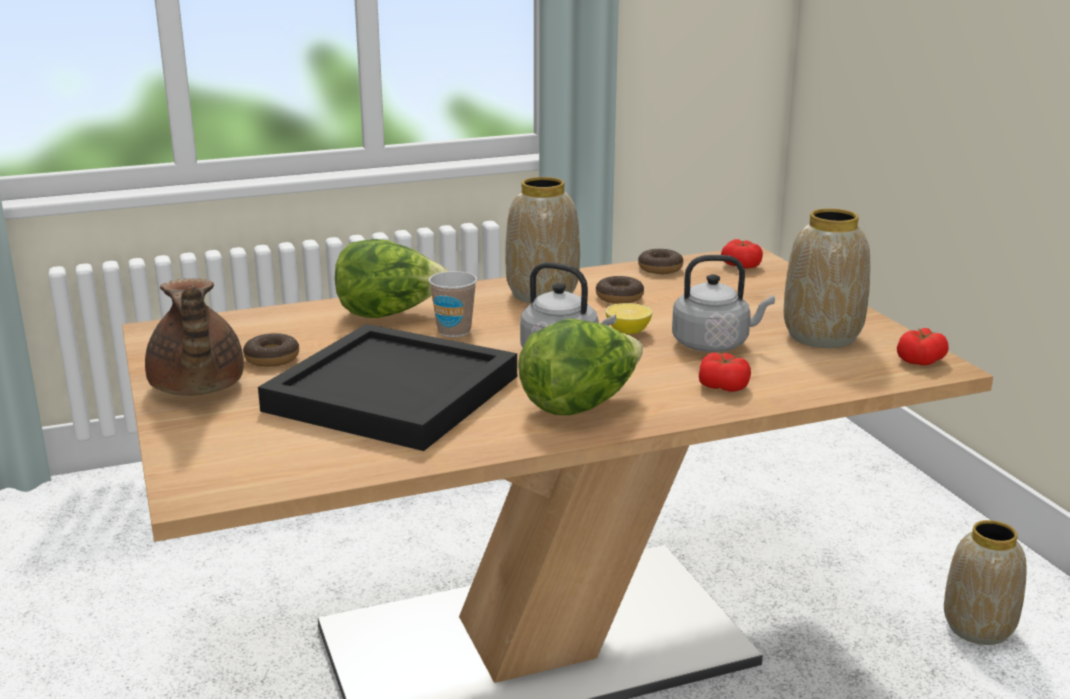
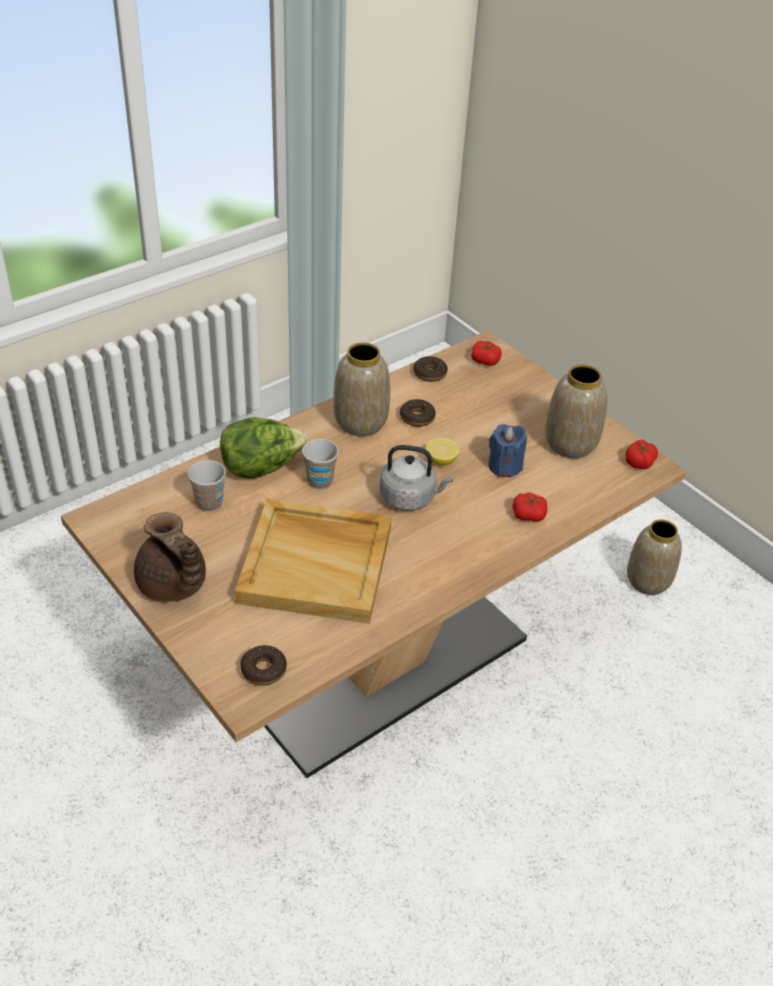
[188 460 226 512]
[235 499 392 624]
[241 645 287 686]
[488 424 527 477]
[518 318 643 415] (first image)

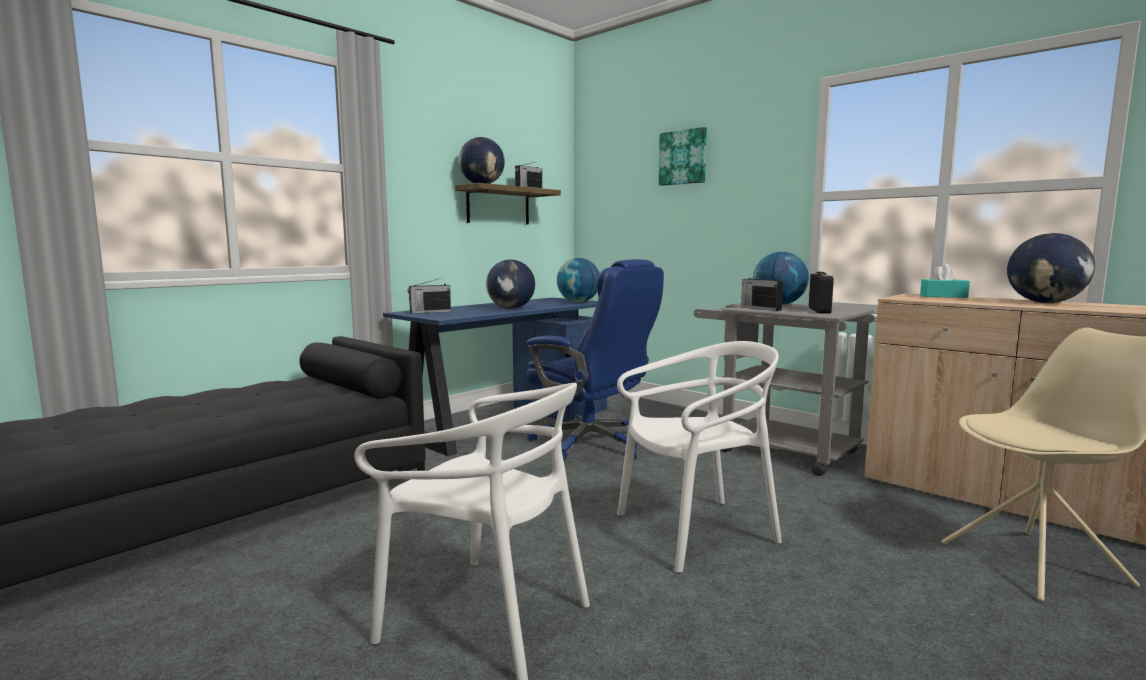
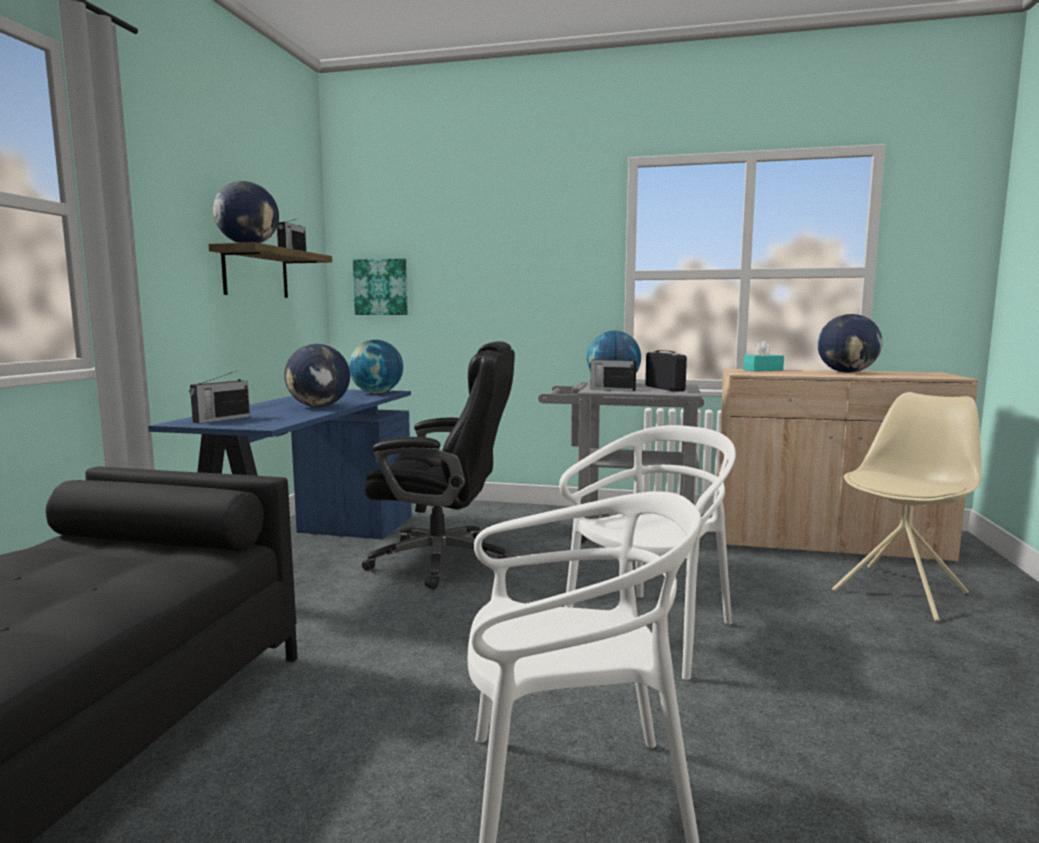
[353 259 408 315]
[362 341 515 590]

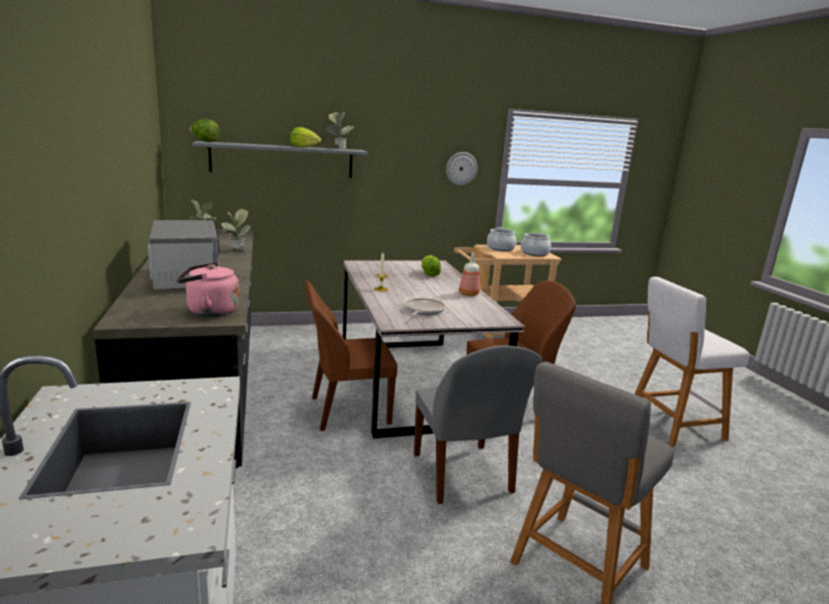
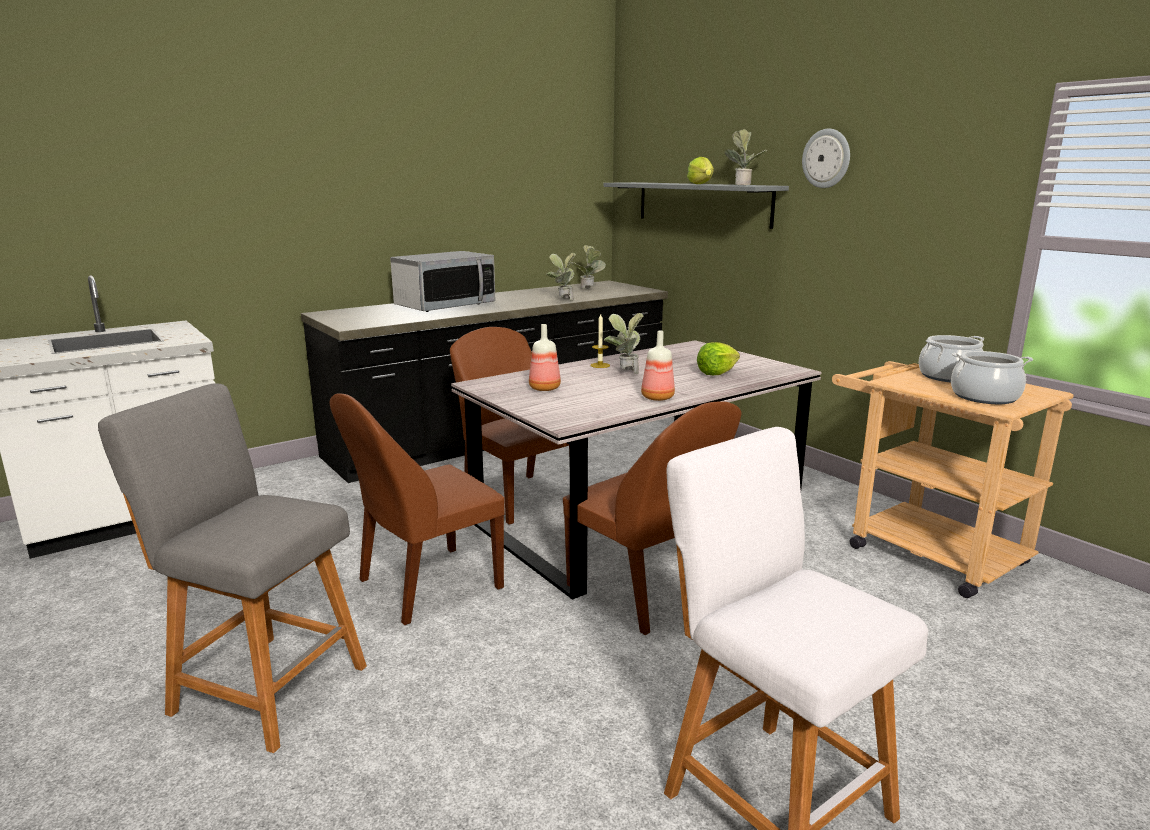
[330 393 505 625]
[529 324 561 391]
[603 313 644 374]
[802 129 850 188]
[177 262 239 317] (first image)
[189 119 220 142] (first image)

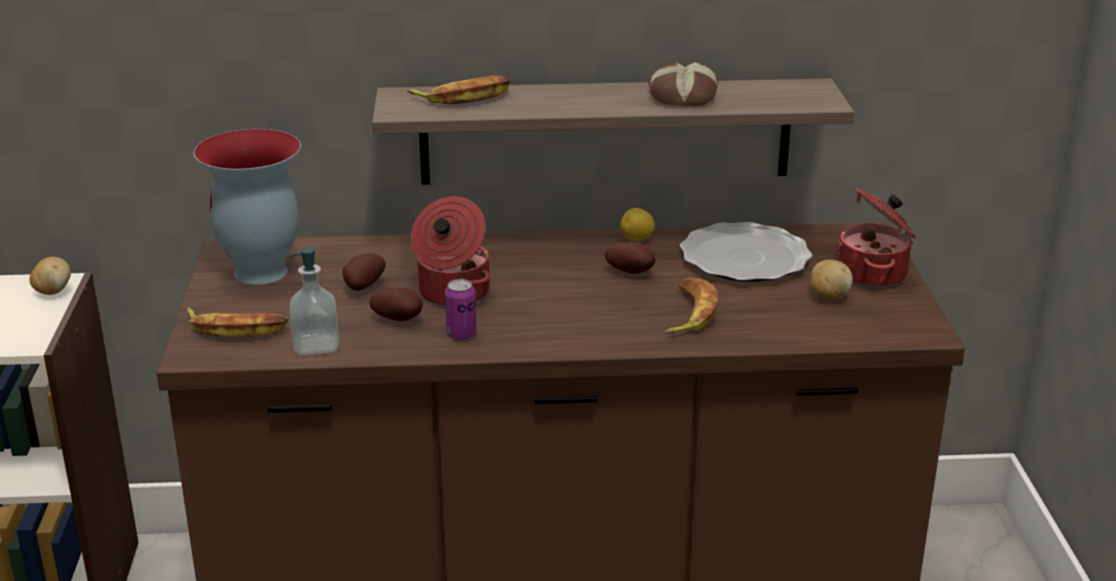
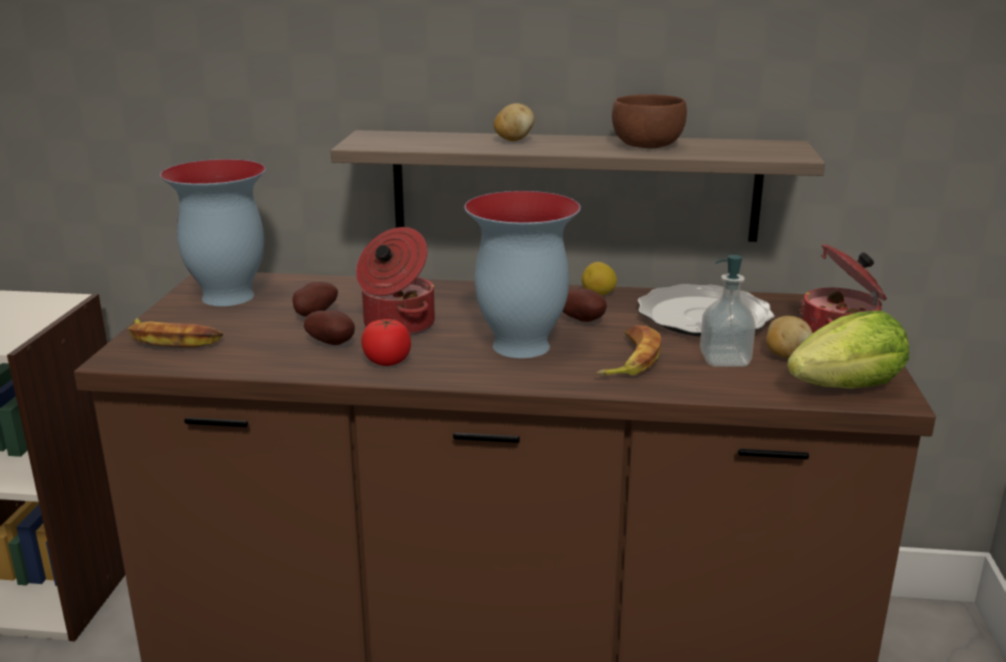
[361 319 411 366]
[464 191 581 358]
[494 103 535 141]
[612 94 687 148]
[700 255 756 367]
[787 310 909 389]
[407 75 510 104] (first image)

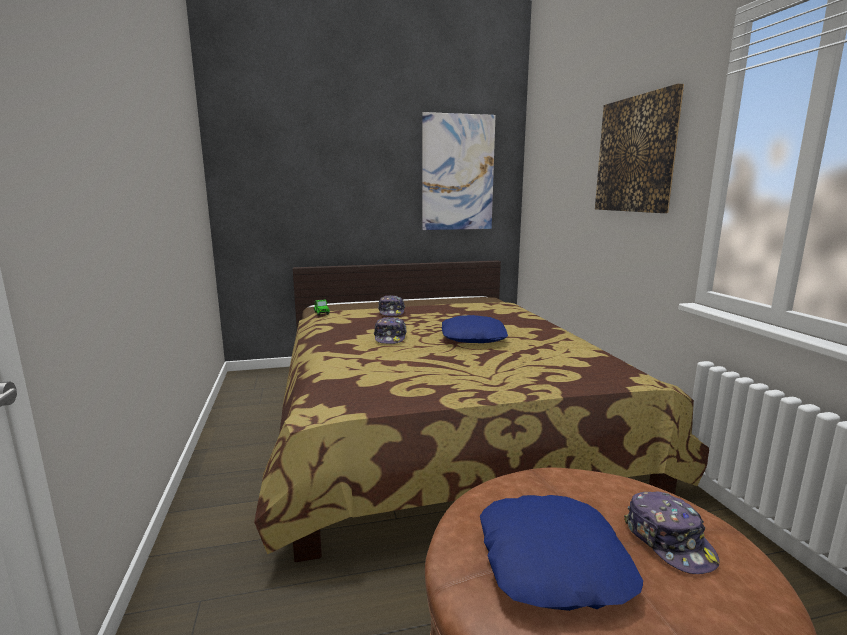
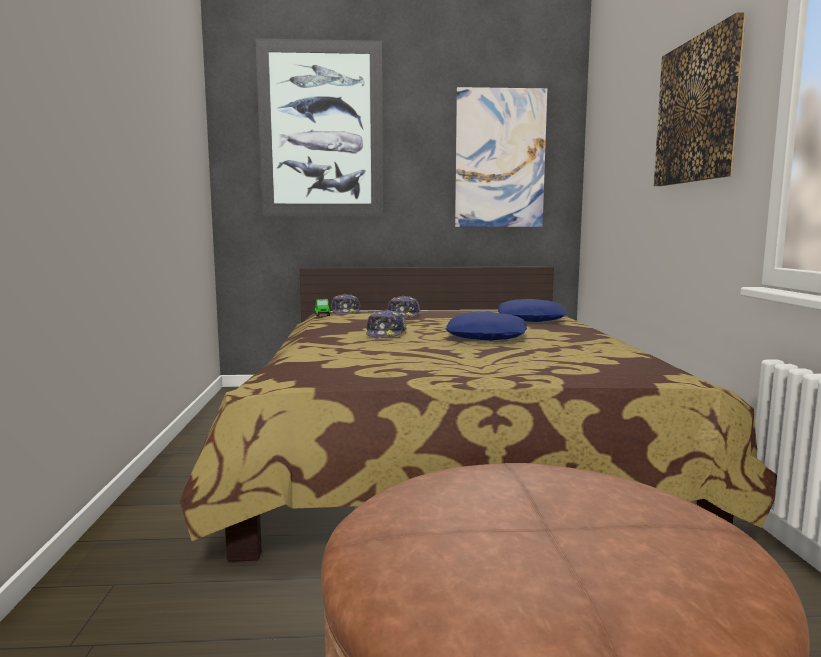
[255 38 383 216]
[331 294 361 314]
[498 299 566 322]

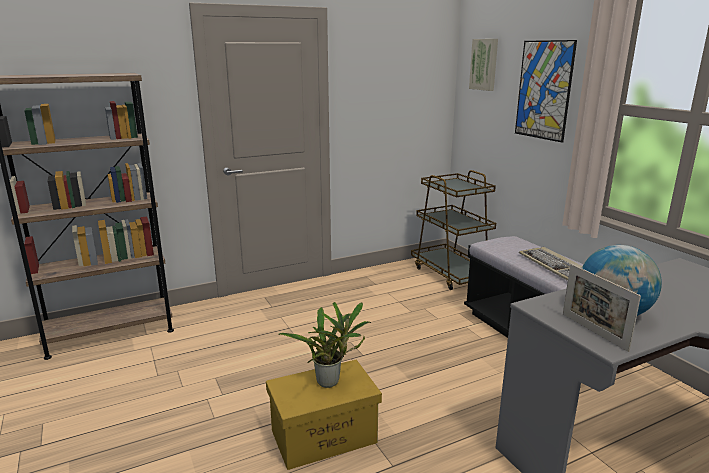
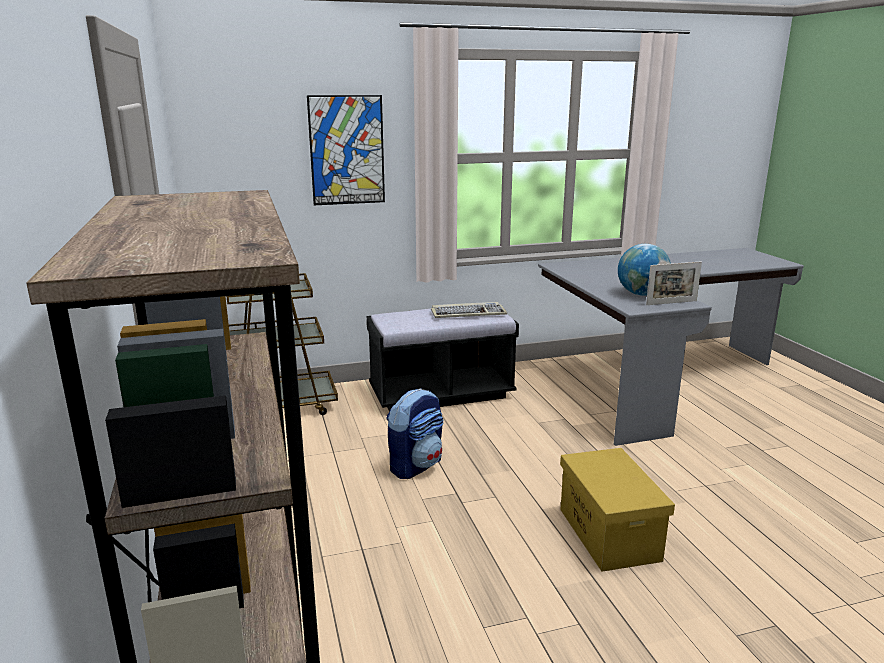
[386 388 444 479]
[278 302 371 388] (first image)
[469 39 498 91] (first image)

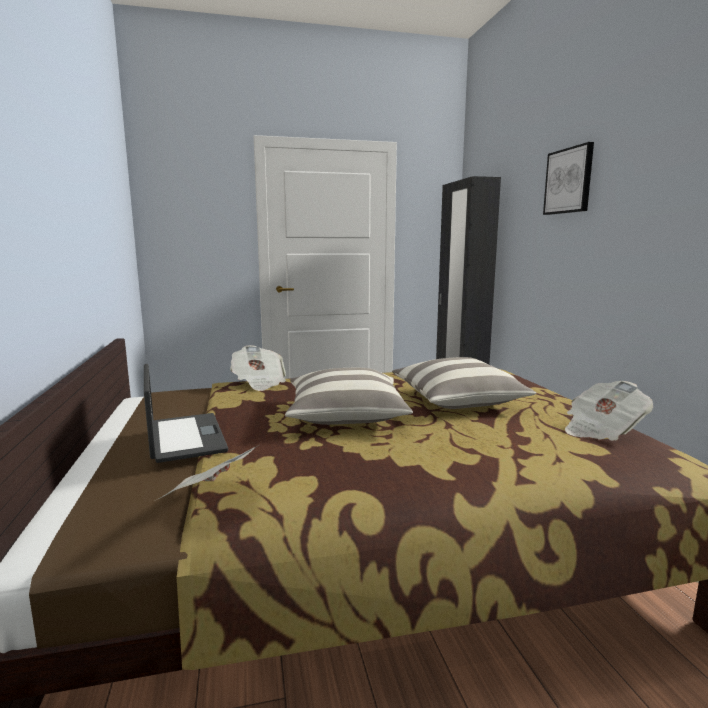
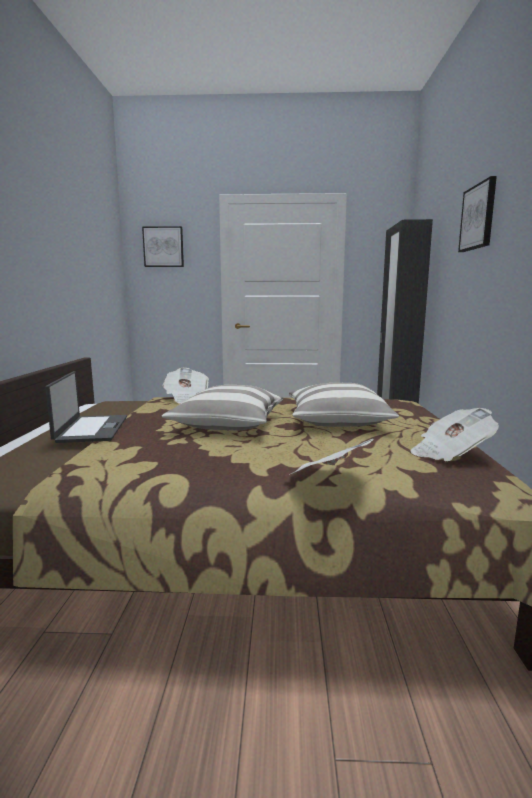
[142 226 184 267]
[289 438 375 475]

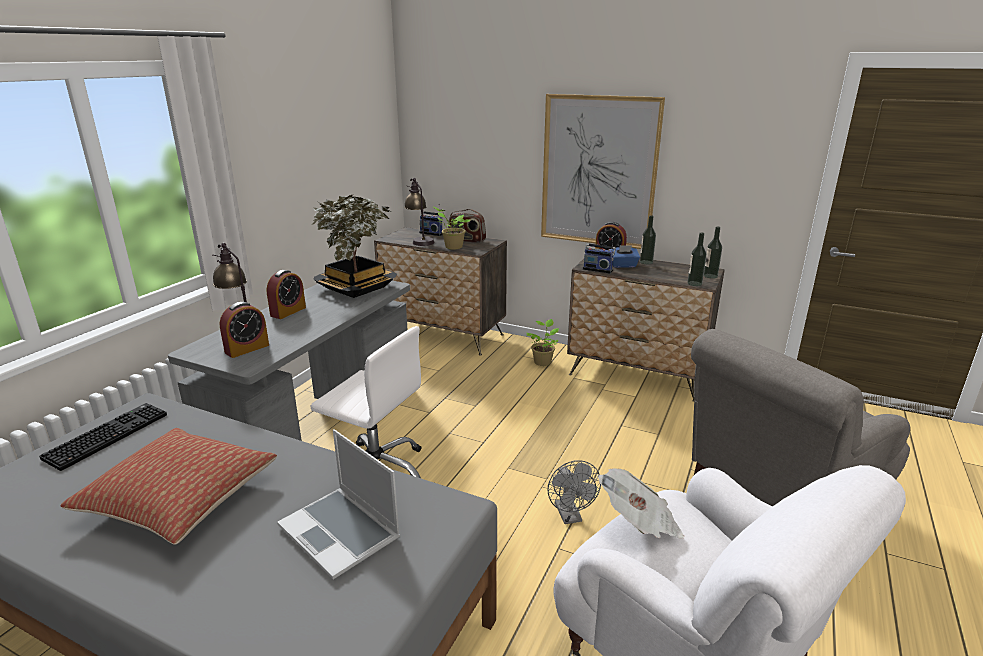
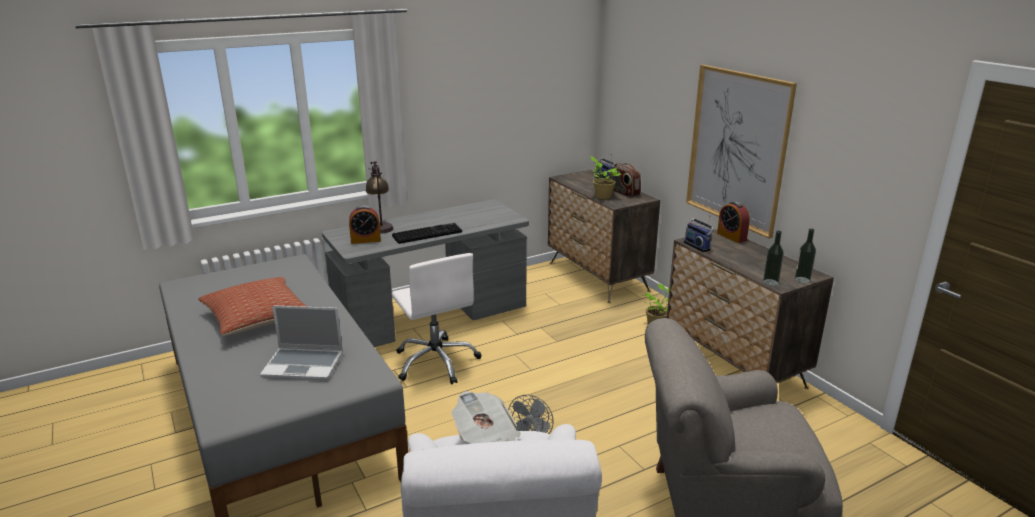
[260 305 343 381]
[392 223 462 244]
[266 270 306 319] (first image)
[312 195 397 298] (first image)
[404 178 435 246] (first image)
[609 245 640 268] (first image)
[640 215 656 264] (first image)

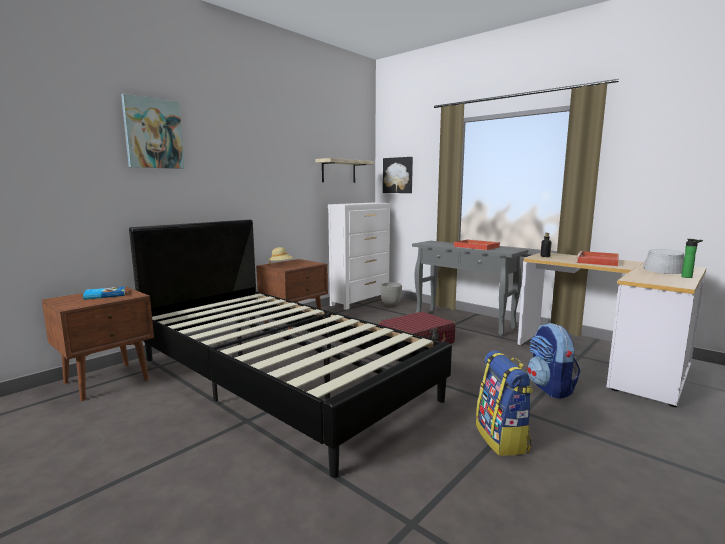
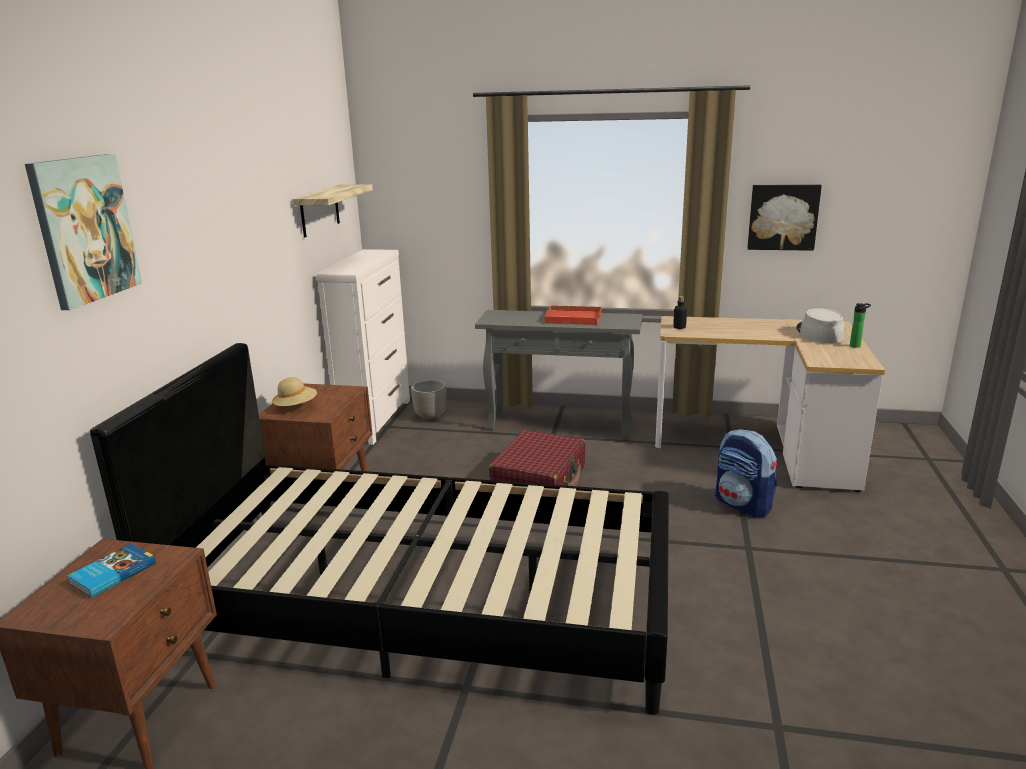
[747 184 822 251]
[476 350 533 456] (first image)
[576 251 619 266] (first image)

